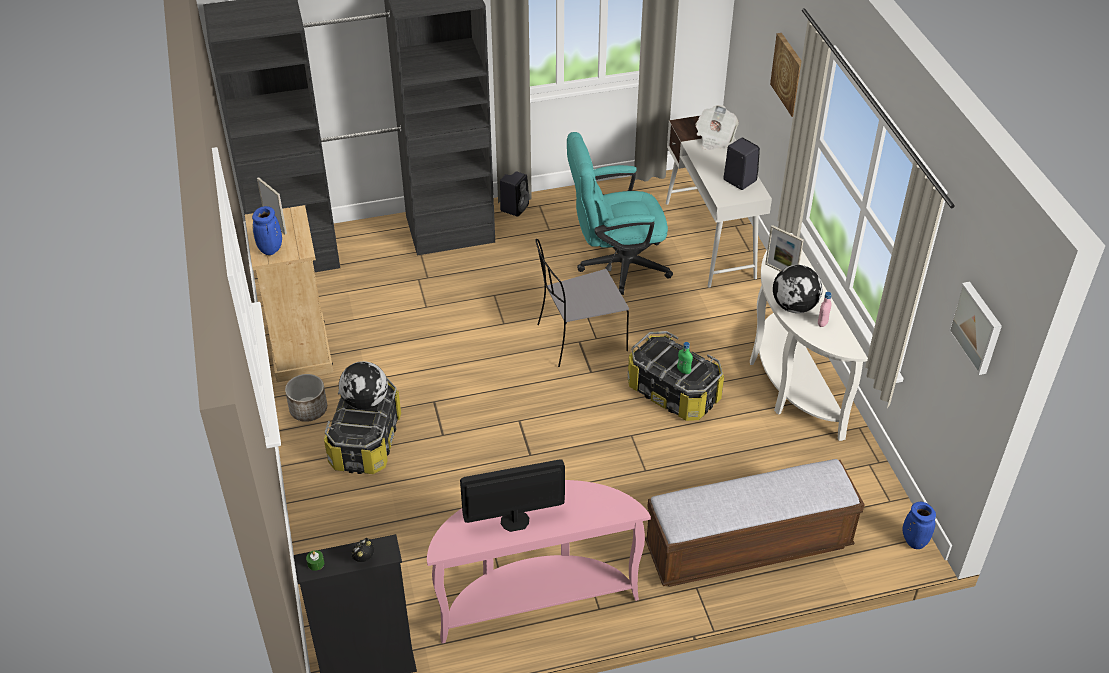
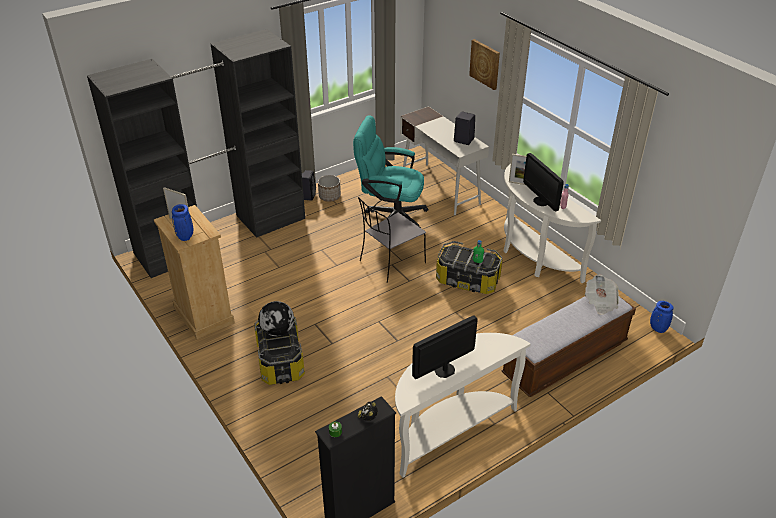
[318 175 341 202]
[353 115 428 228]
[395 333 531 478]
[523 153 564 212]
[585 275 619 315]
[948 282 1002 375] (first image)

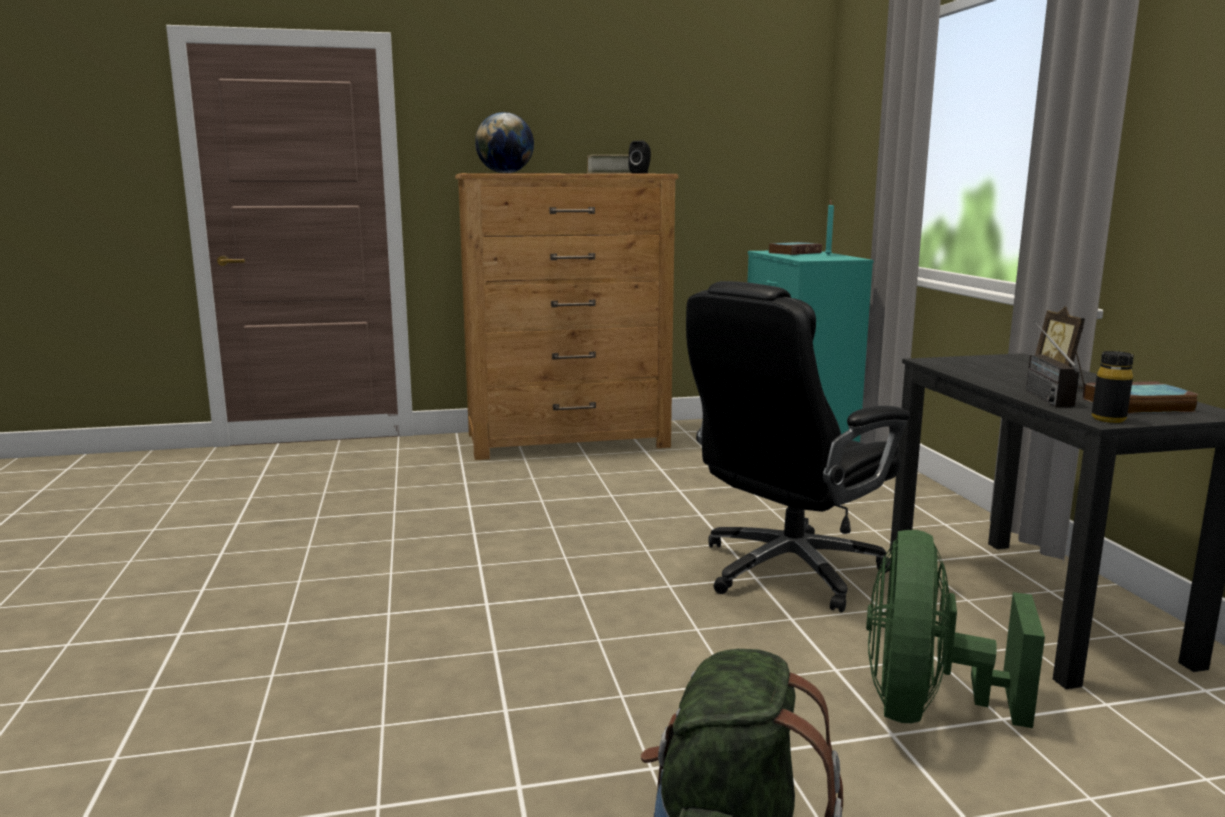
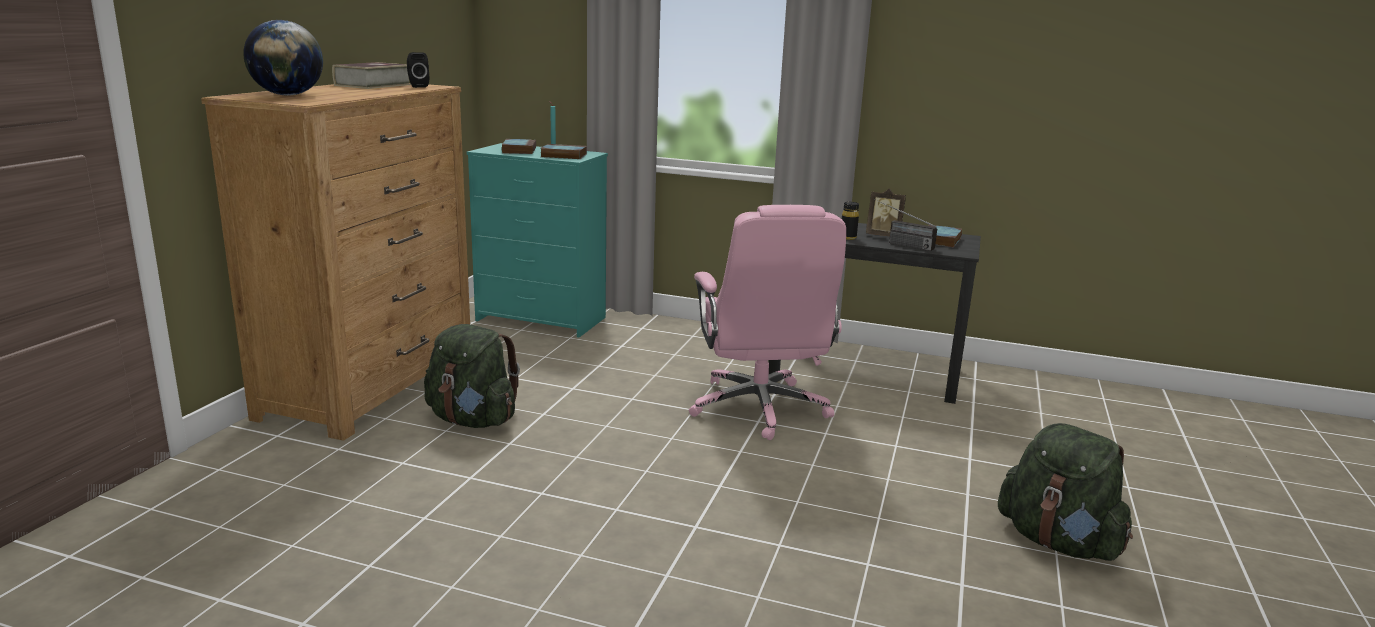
[424 324 520 428]
[541 144 587 159]
[689 205 846 440]
[842 202 859 240]
[866 530 1045 728] (first image)

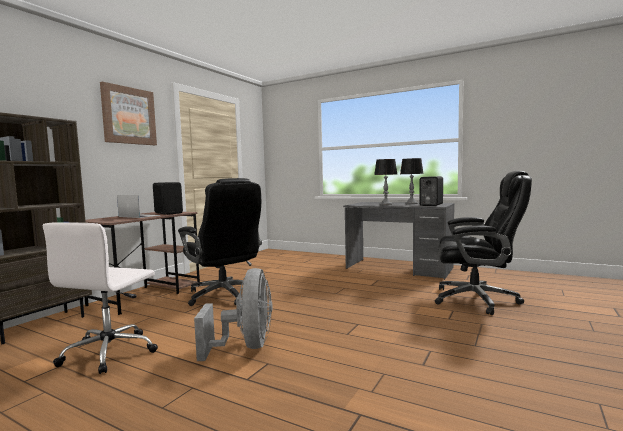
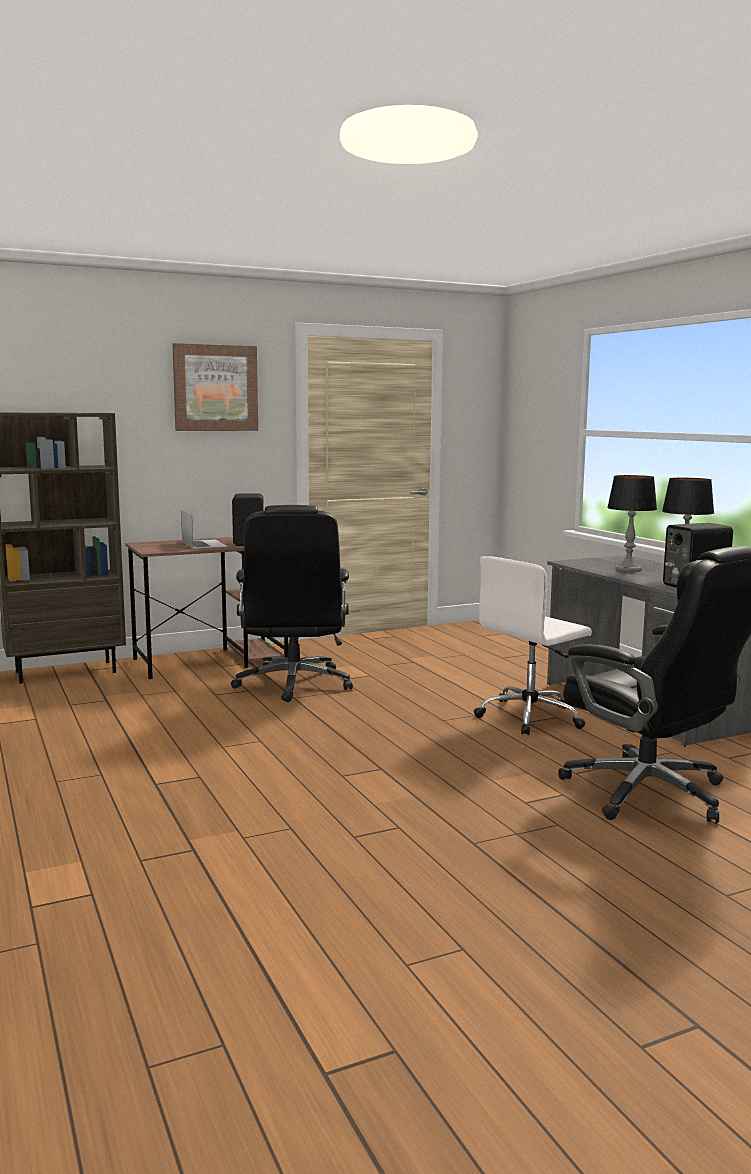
[474 556 592 735]
[194 268 272 361] (first image)

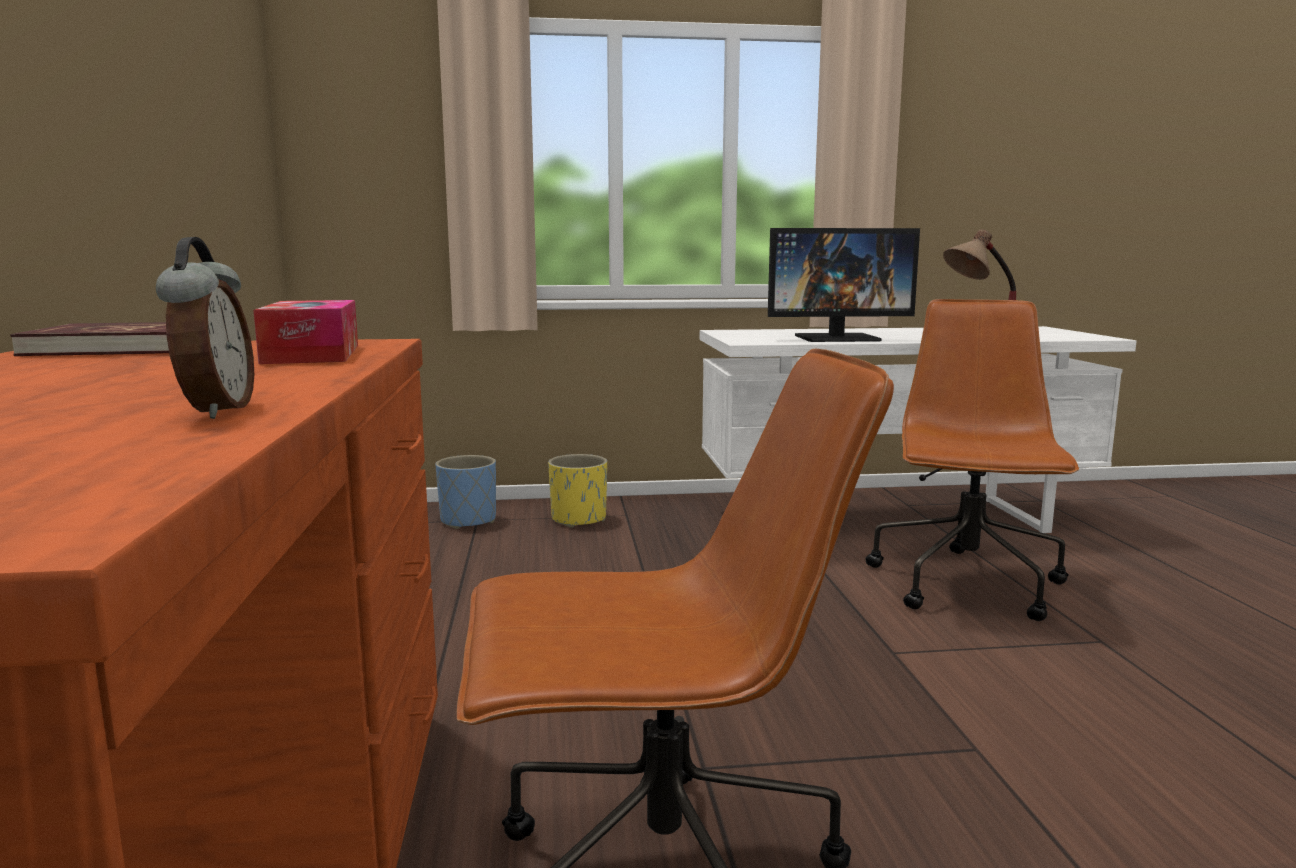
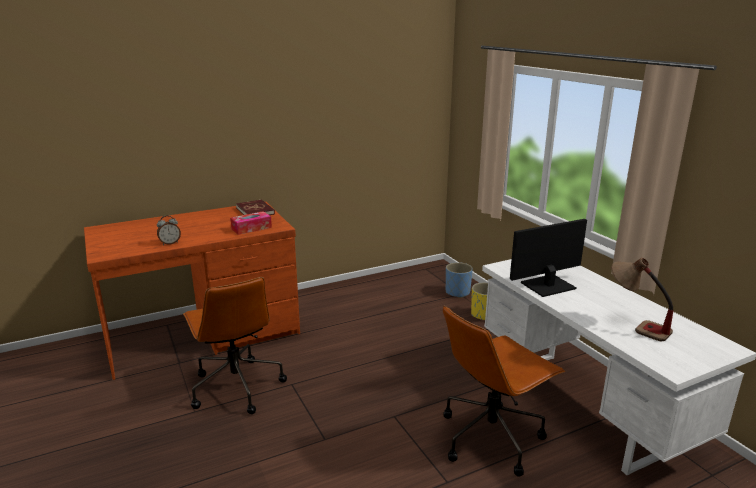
[443 305 565 477]
[510 219 587 297]

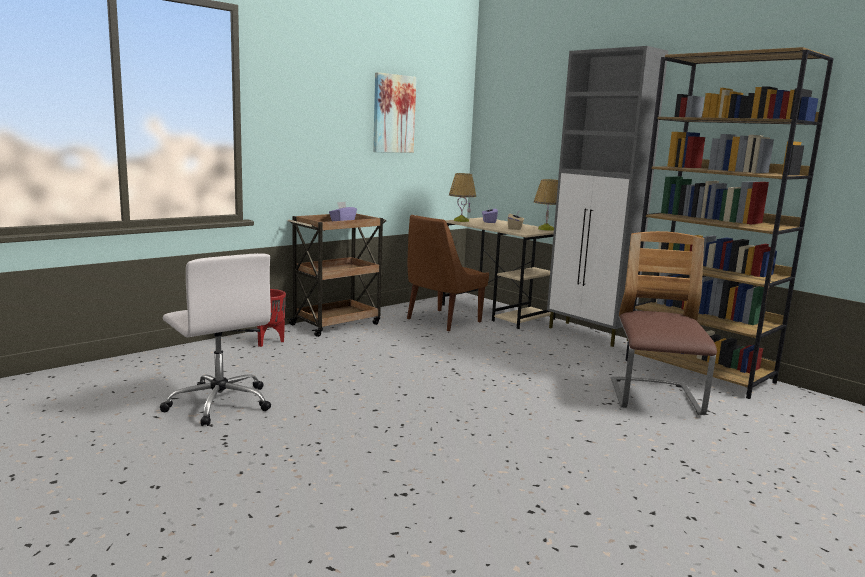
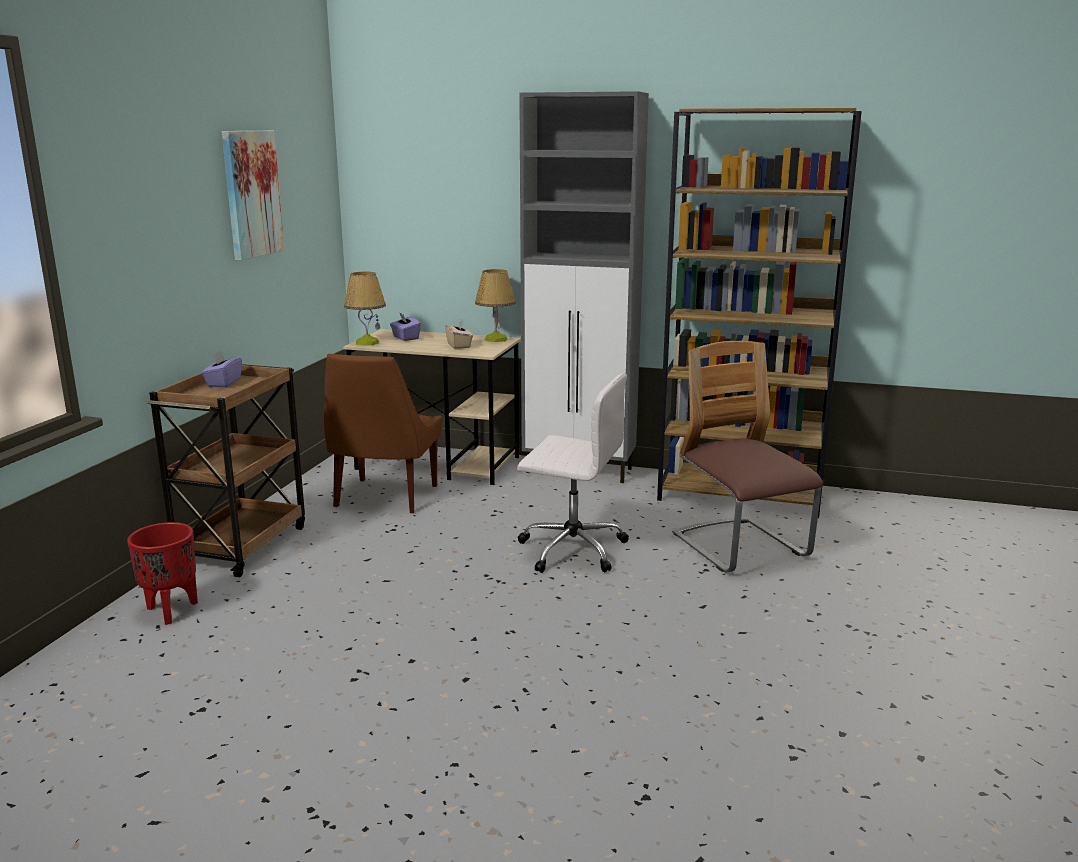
[517 374 629 573]

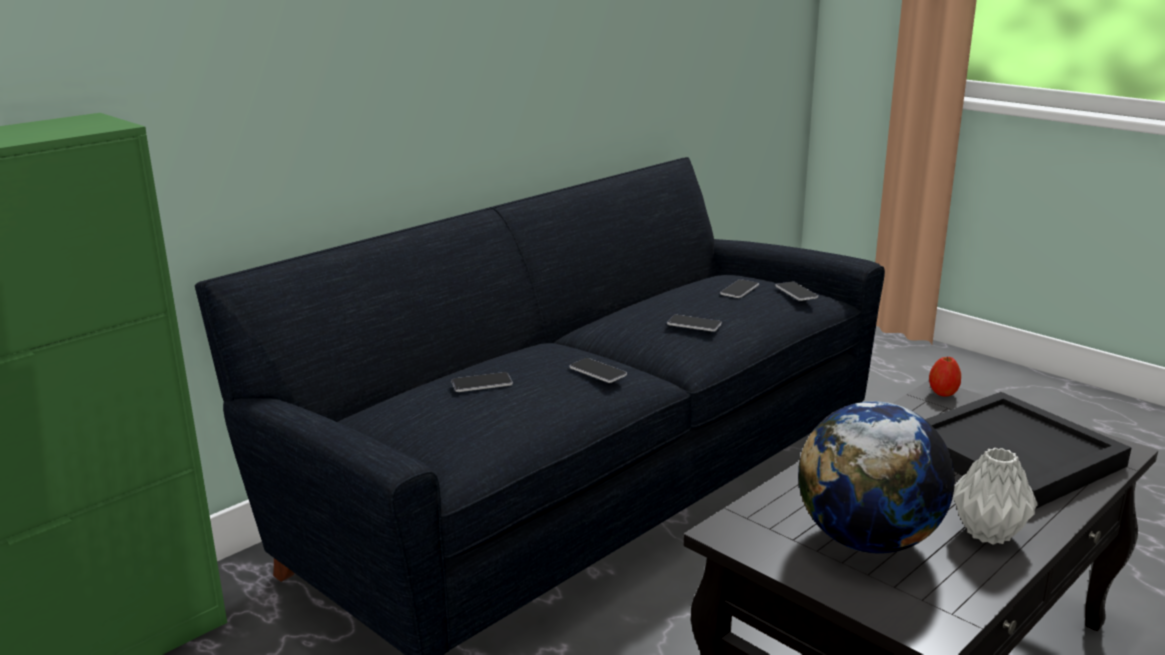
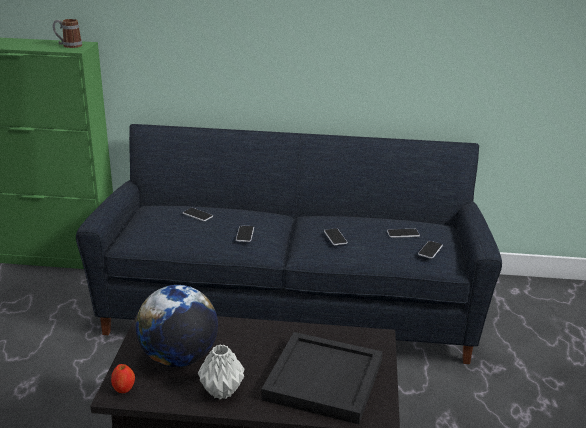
[52 19 82 48]
[111 364 135 393]

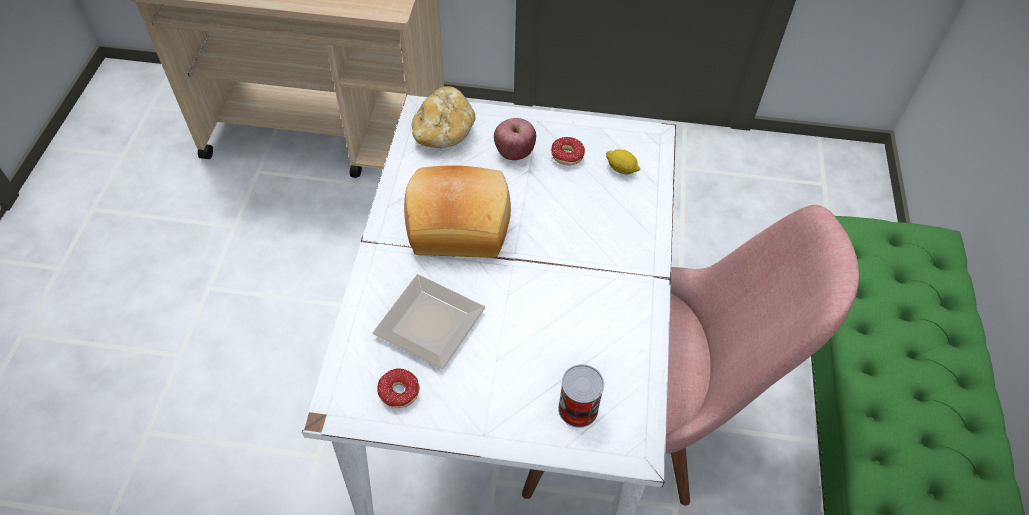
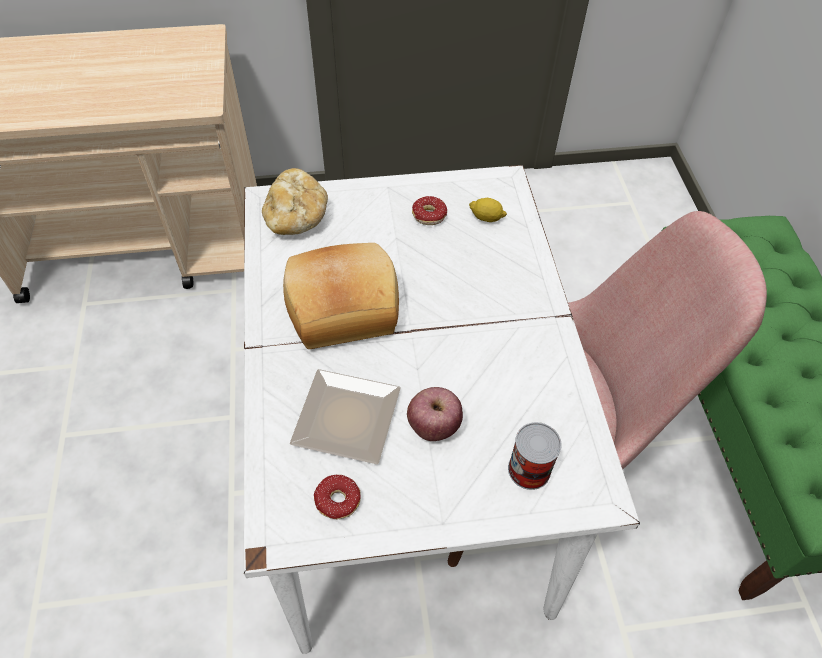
[407 387 463 441]

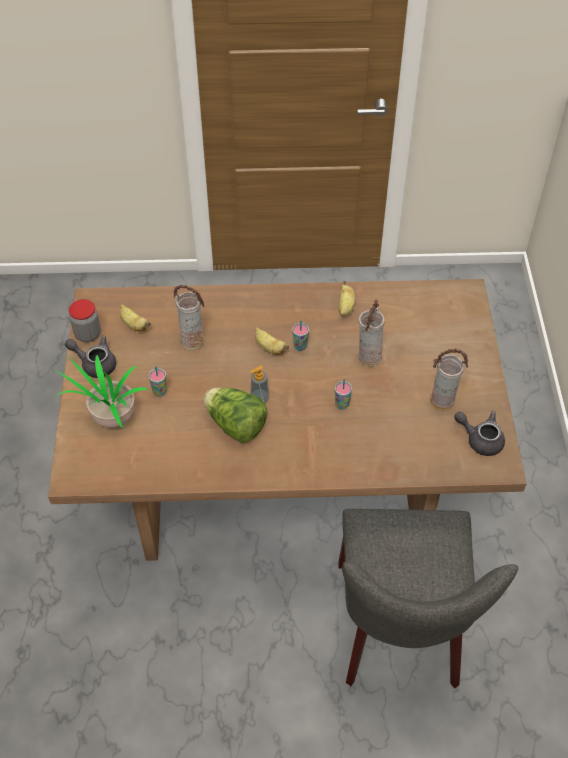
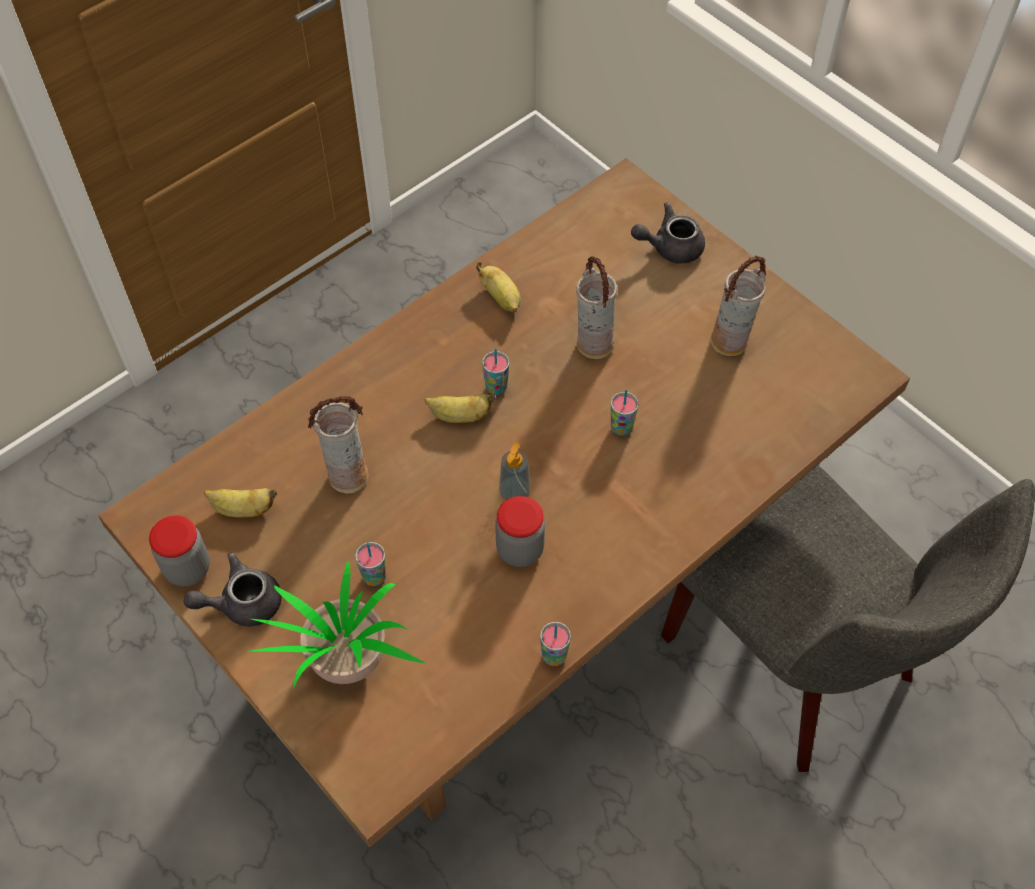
[495 496 545 567]
[540 622 571 666]
[631 202 705 264]

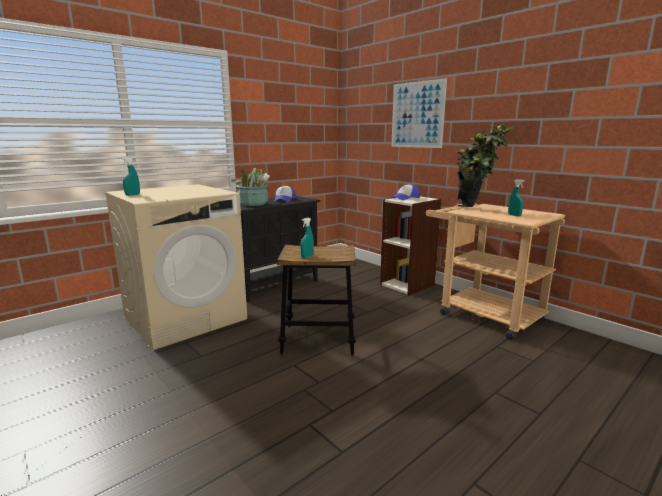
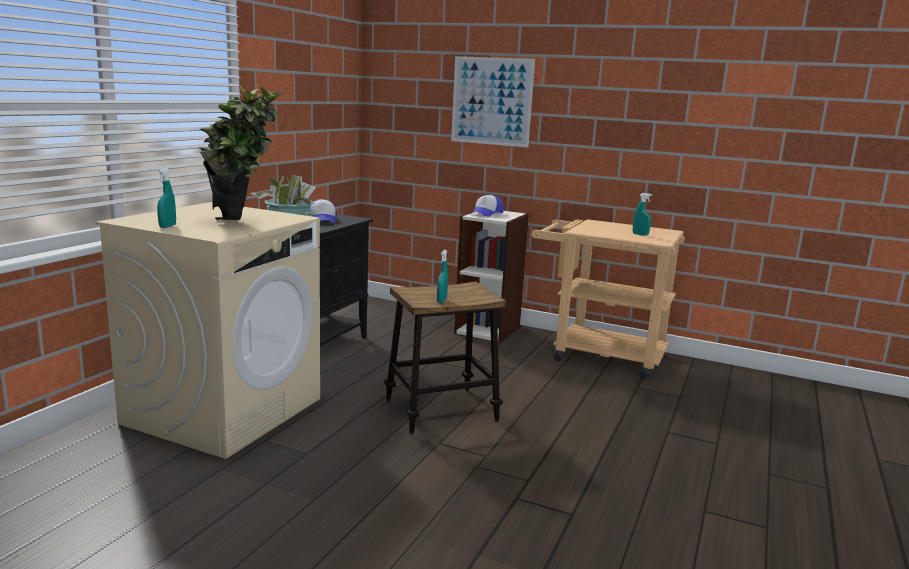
[198 85 282 220]

